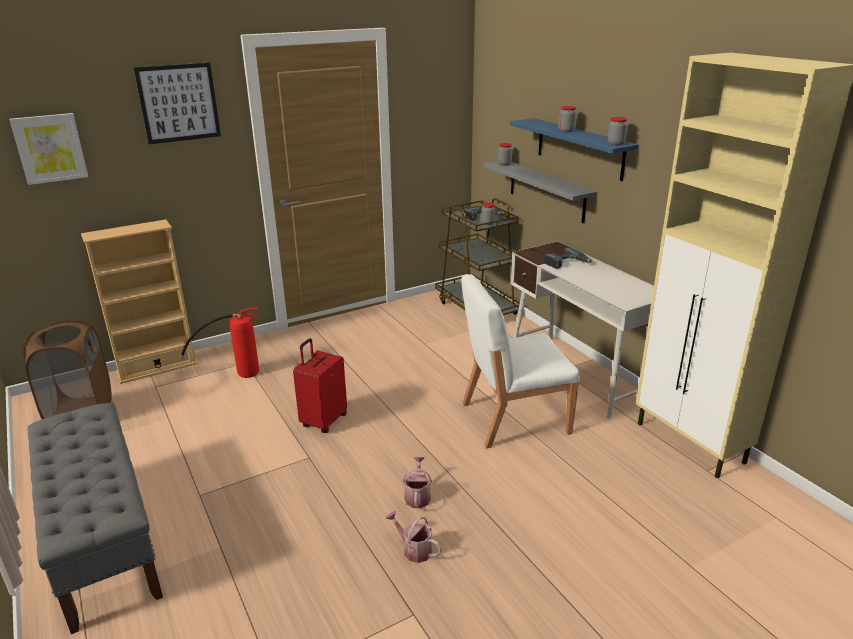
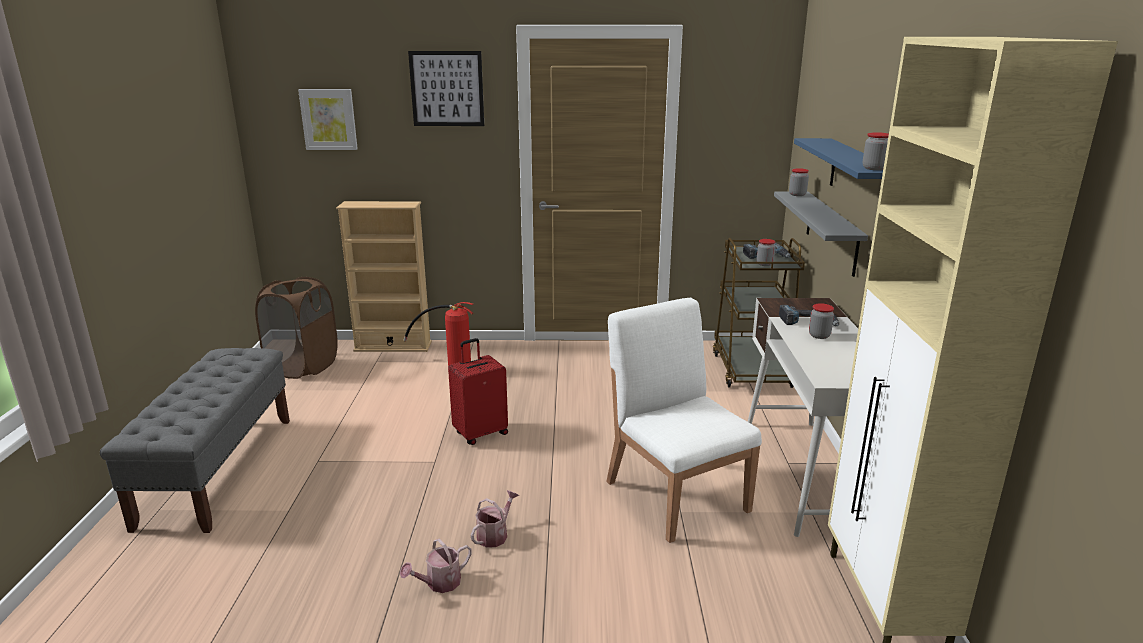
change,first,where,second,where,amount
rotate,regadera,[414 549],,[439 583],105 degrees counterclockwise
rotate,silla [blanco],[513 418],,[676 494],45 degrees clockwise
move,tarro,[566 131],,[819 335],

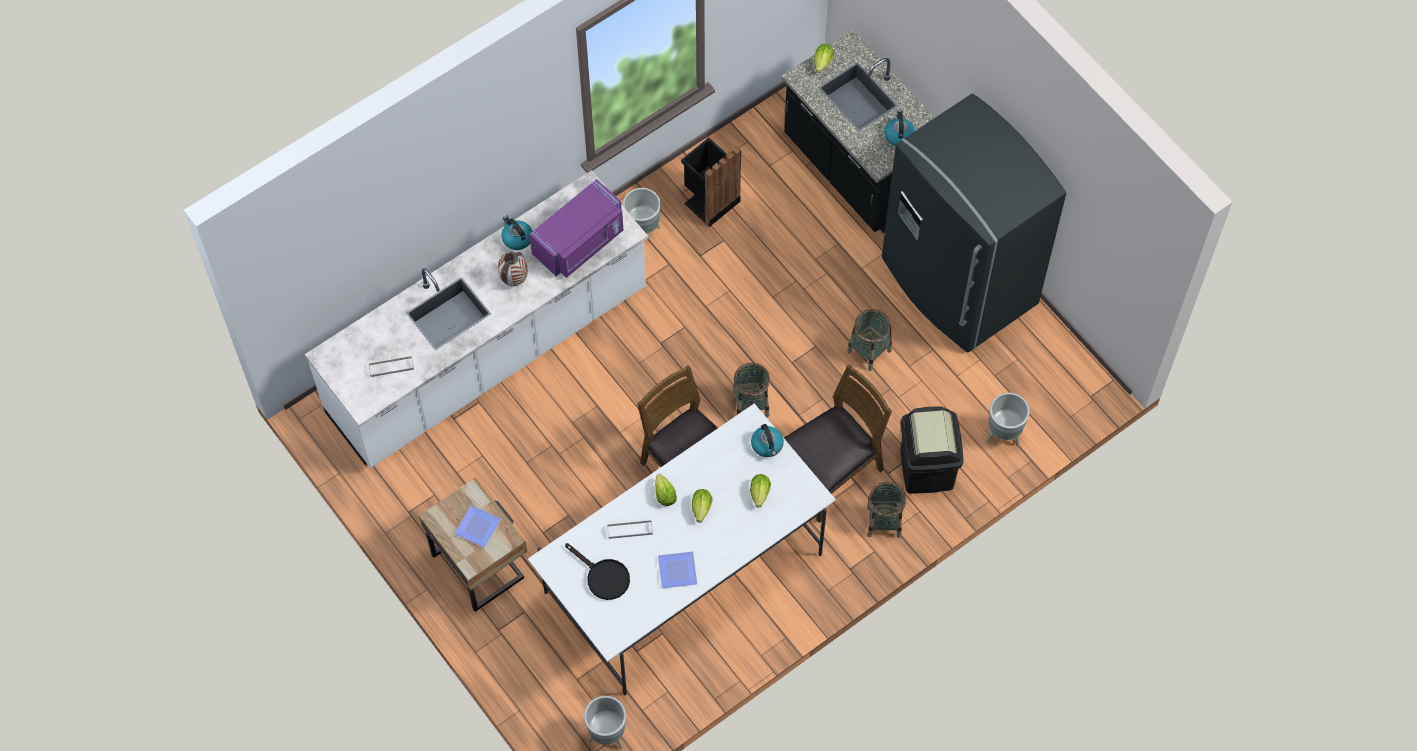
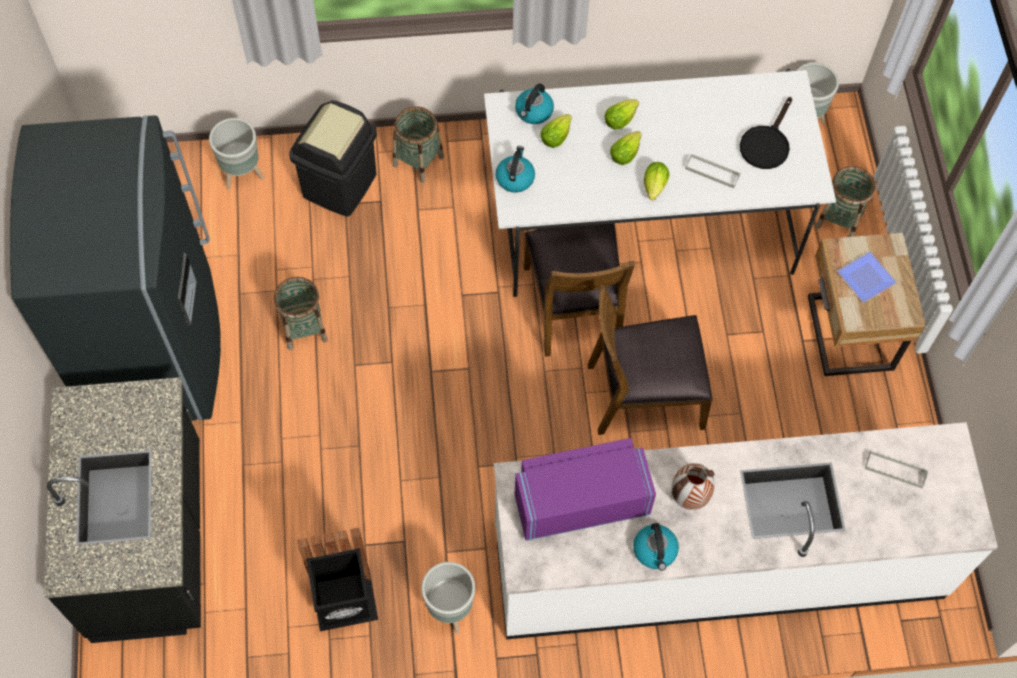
change,first,where,second,where,amount
rotate,sartén [negro],[603 577],,[766 143],135 degrees counterclockwise
delete,plato,[676 569],,,
move,cesta,[750 404],,[839 219],
move,silla [marrón],[830 471],,[644 394],
move,lechuga,[822 64],,[621 119],
move,hervidor,[899 135],,[533 112],

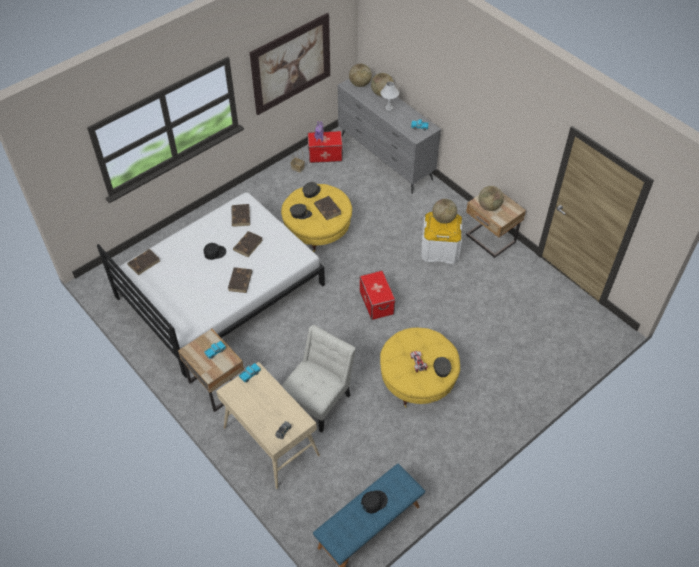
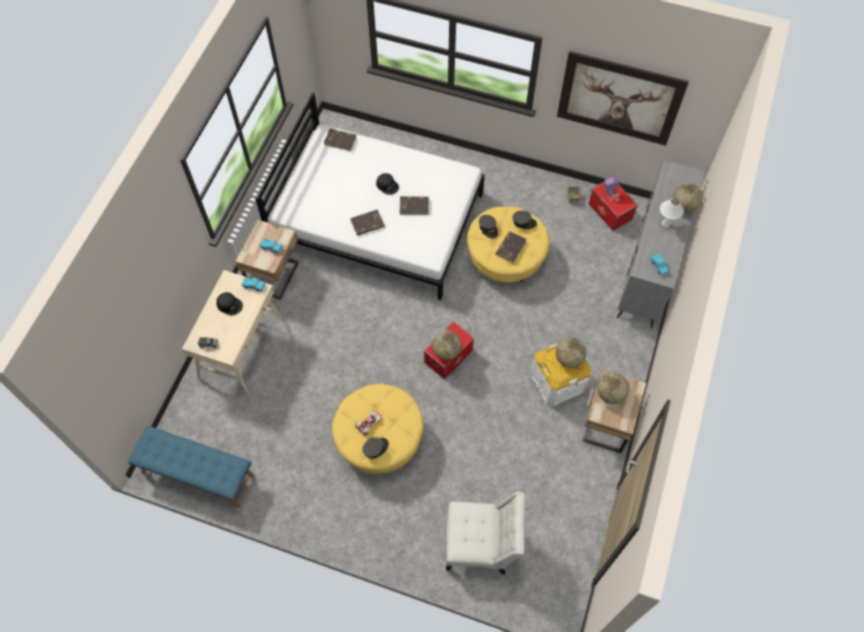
change,first,where,second,where,amount
delete,libro [marrón],[240 216],,,
move,silla [blanco],[319 399],,[481 544],
move,globo terráqueo,[360 84],,[446 351],
move,gorra [negro],[373 501],,[230 304],

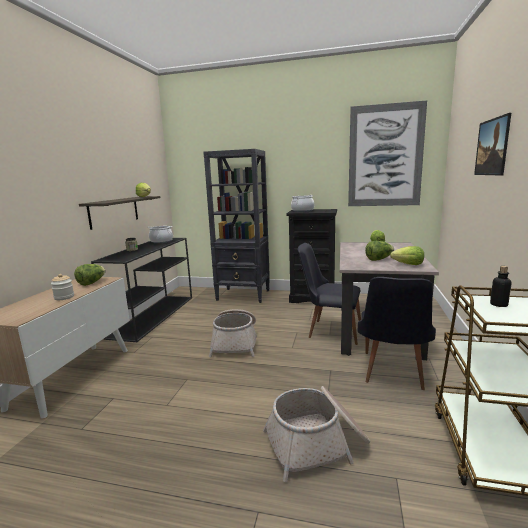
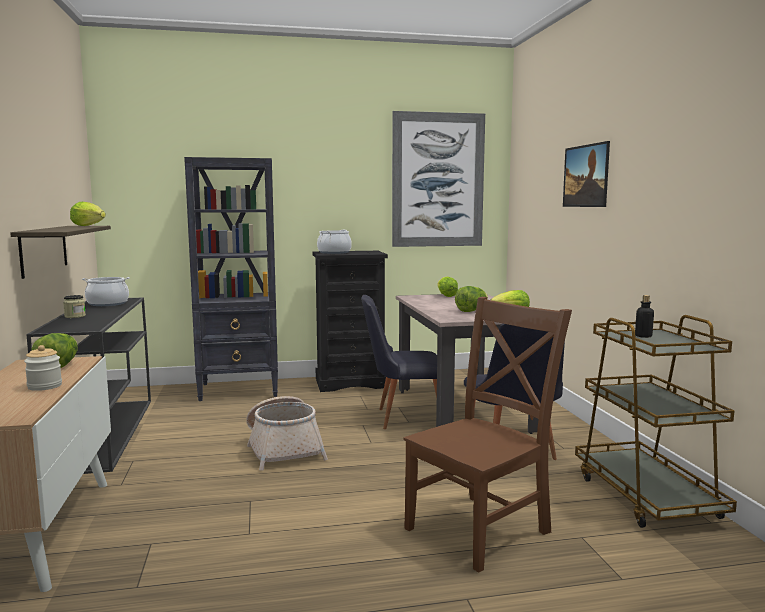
change,first,where,second,where,amount
replace,cesta,[317 443],silla [marrón],[482 528],

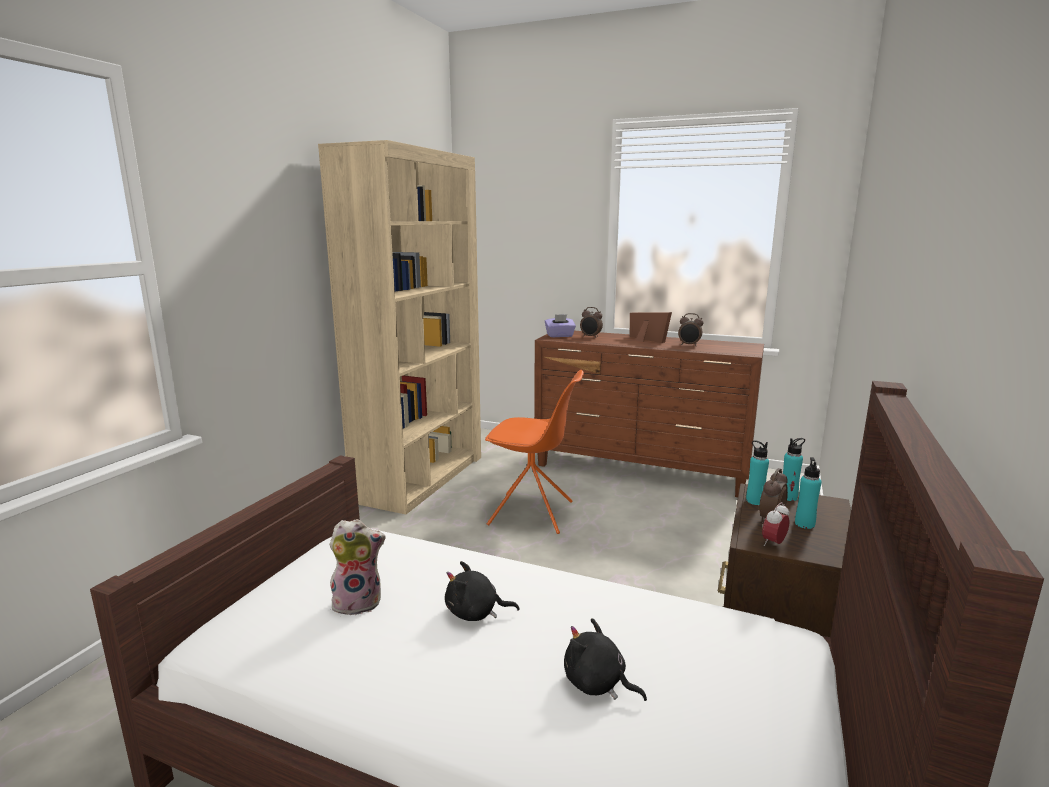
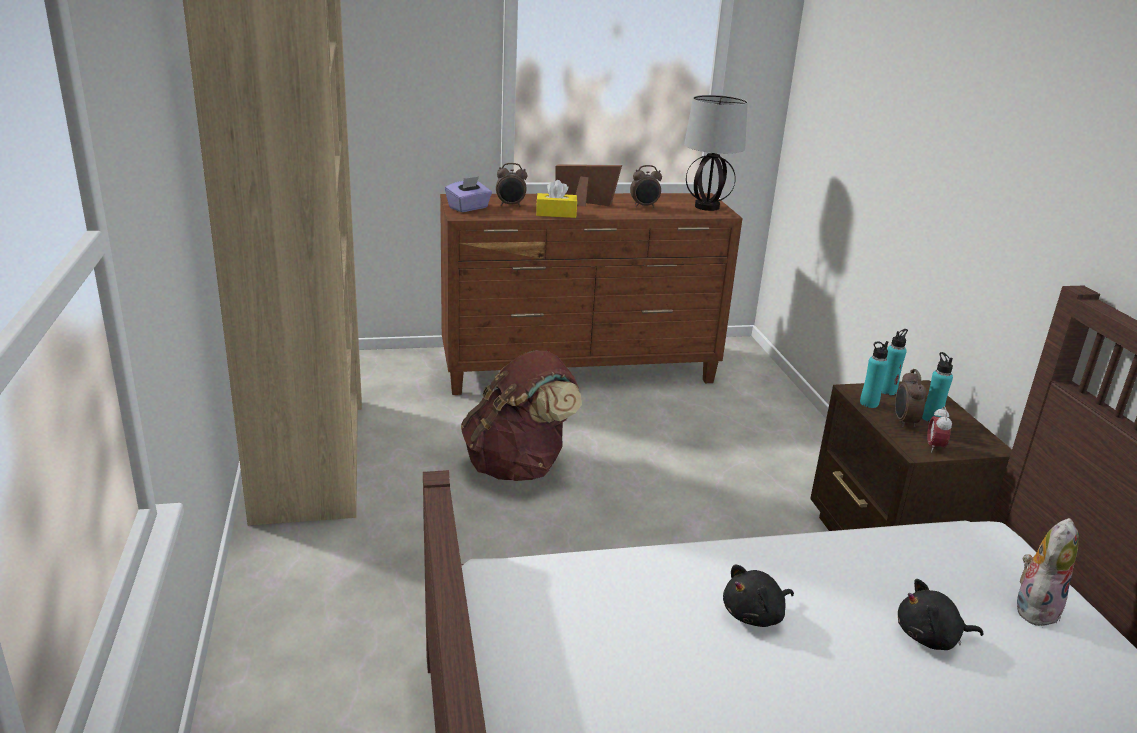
change,first,where,second,where,amount
move,peluche,[359 602],,[1034 607],
replace,silla [naranja],[533 513],mochila [marrón],[519 466],
insert,,,caja de pañuelos [amarillo],[556 213],
insert,,,lámpara de mesa,[707 207],

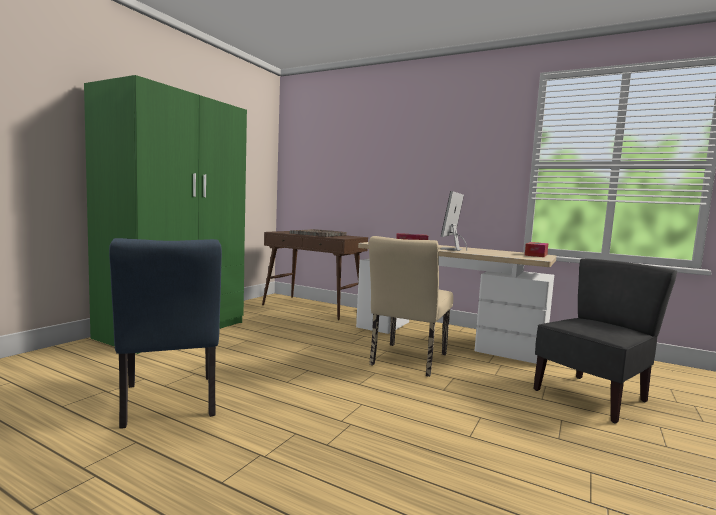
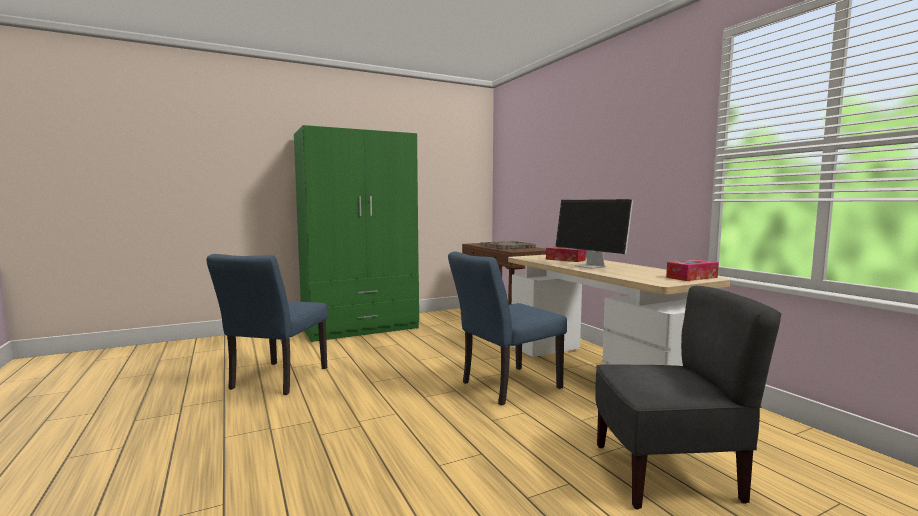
change,first,where,second,where,amount
recolor,silla [beis],[406 361],silla [azul],[504 386],
rotate,monitor,[451 249],,[591 266],90 degrees counterclockwise

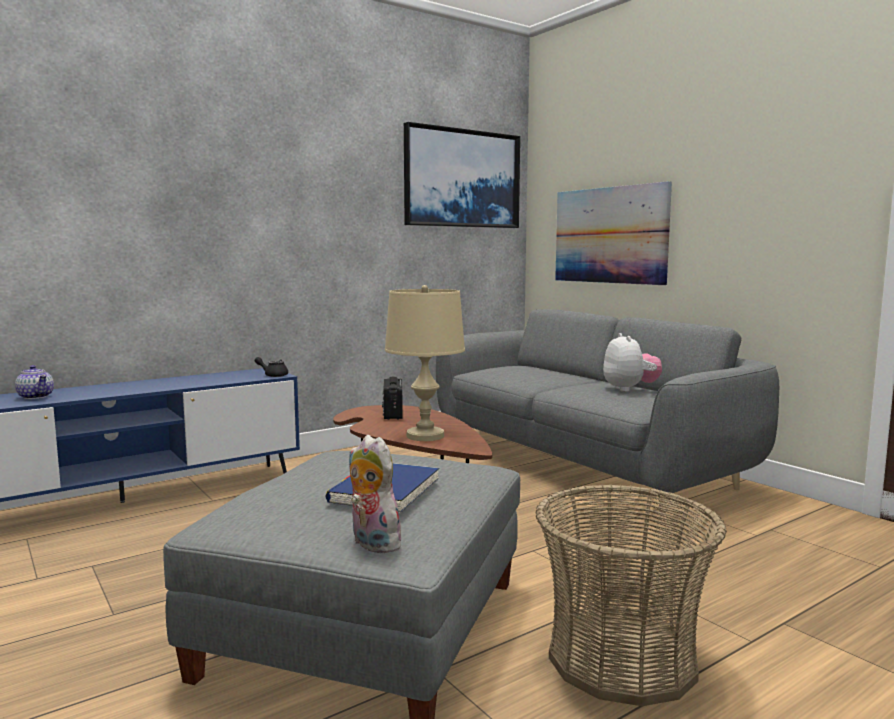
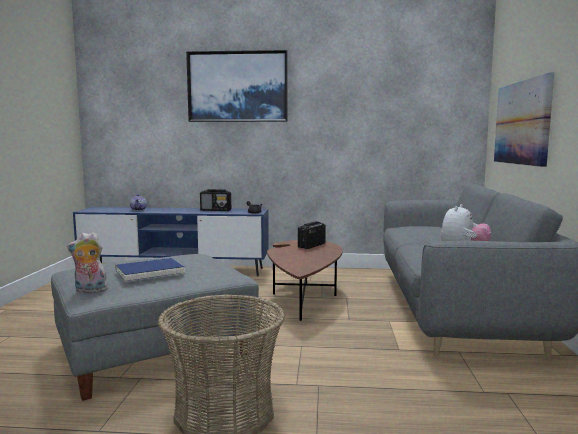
change,first,where,second,where,amount
rotate,peluche,[371 544],,[89 291],90 degrees counterclockwise
delete,lámpara de mesa [beis],[425 436],,,
move,cuadro,[462 179],,[238 87],
insert,,,radio,[216 210],

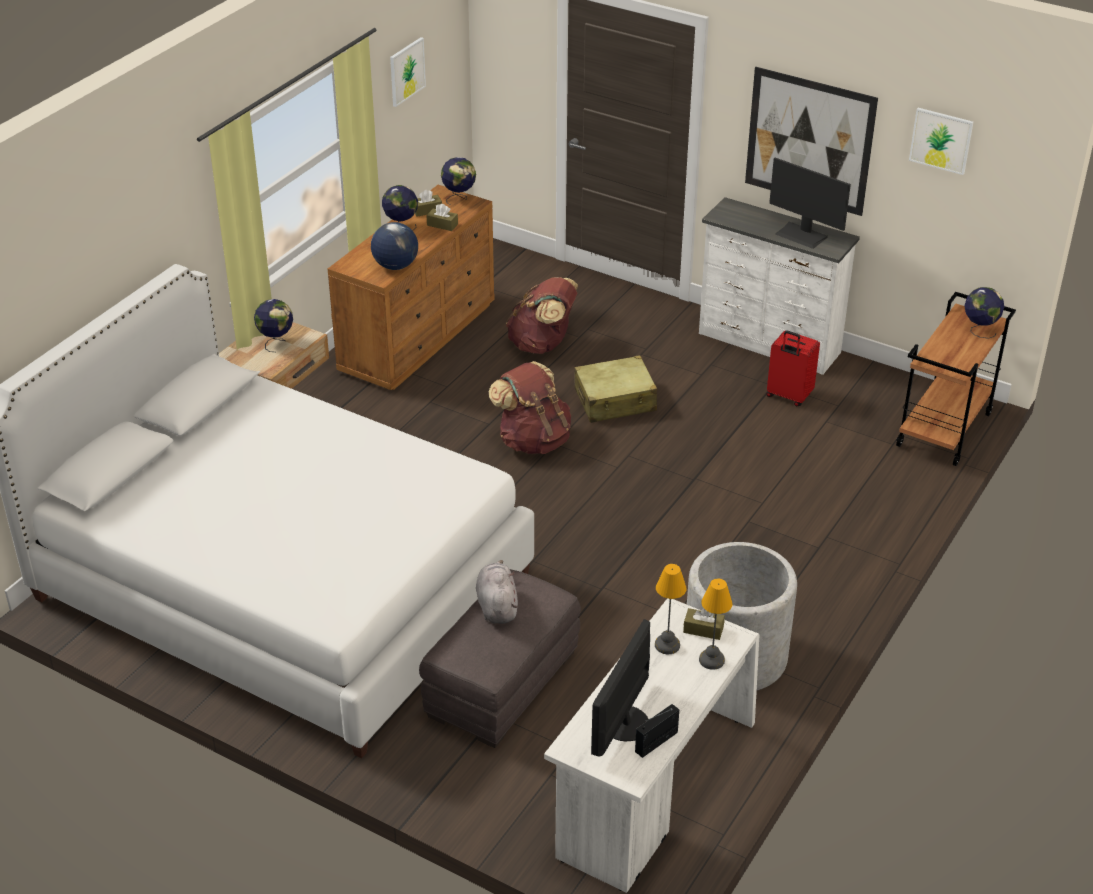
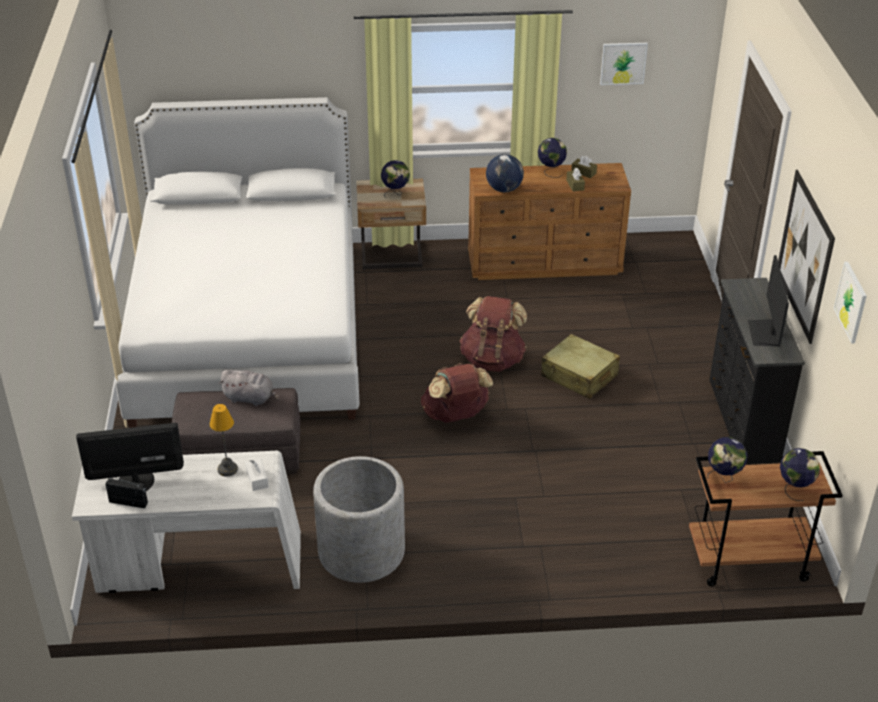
change,first,where,second,where,amount
move,globo terráqueo,[459 198],,[723 477],
rotate,peluche [gris],[497 606],,[250 398],60 degrees clockwise
move,mochila [marrón],[542 344],,[455 416],
recolor,caja de pañuelos [marrón],[703 629],caja de pañuelos [blanco],[257 479],
recolor,cómoda [blanco],[769 344],cómoda [negro],[742 420],
delete,lámpara de mesa,[711 660],,,
delete,maleta [rojo],[788 396],,,

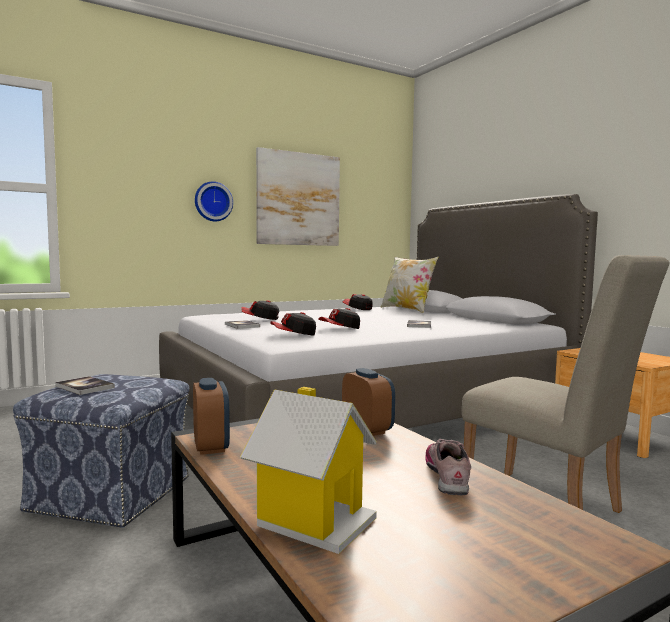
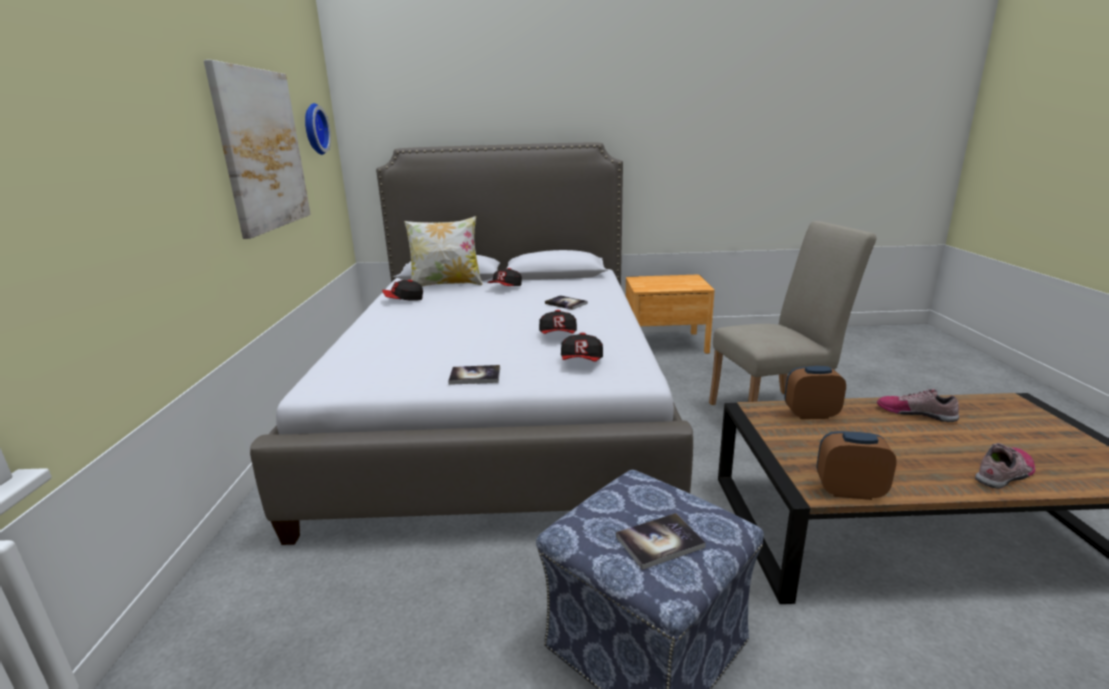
change,first,where,second,where,amount
move,reloj de pared,[213 201],,[313 129],
replace,casita,[313 519],zapato,[1004 474],
move,gorra,[260 319],,[506 288],

